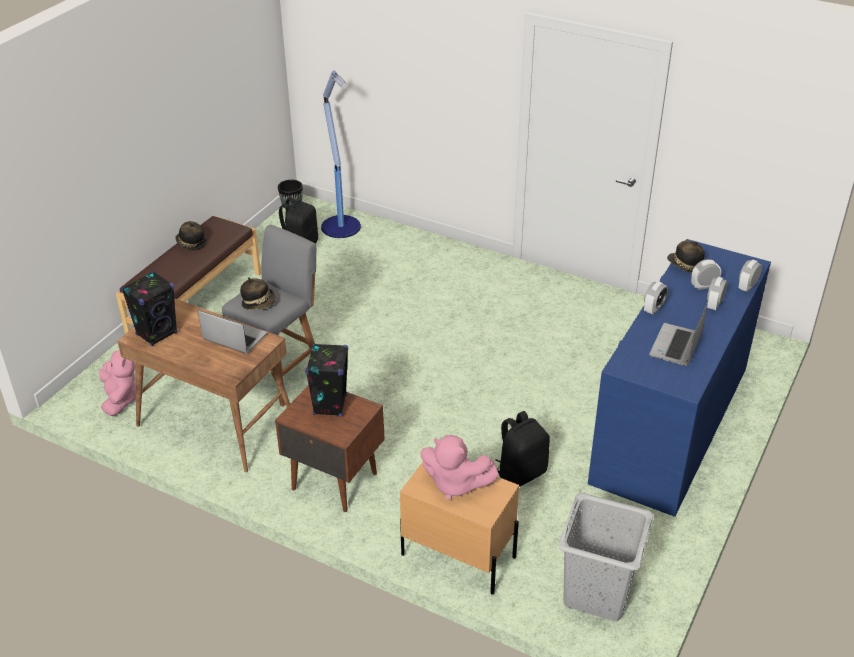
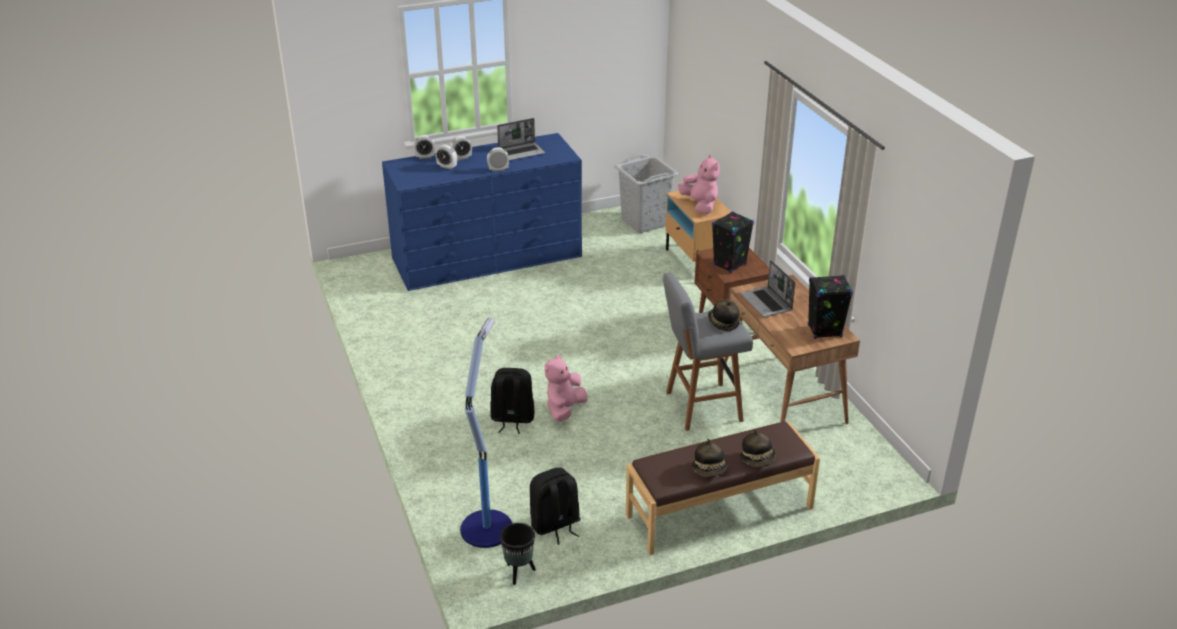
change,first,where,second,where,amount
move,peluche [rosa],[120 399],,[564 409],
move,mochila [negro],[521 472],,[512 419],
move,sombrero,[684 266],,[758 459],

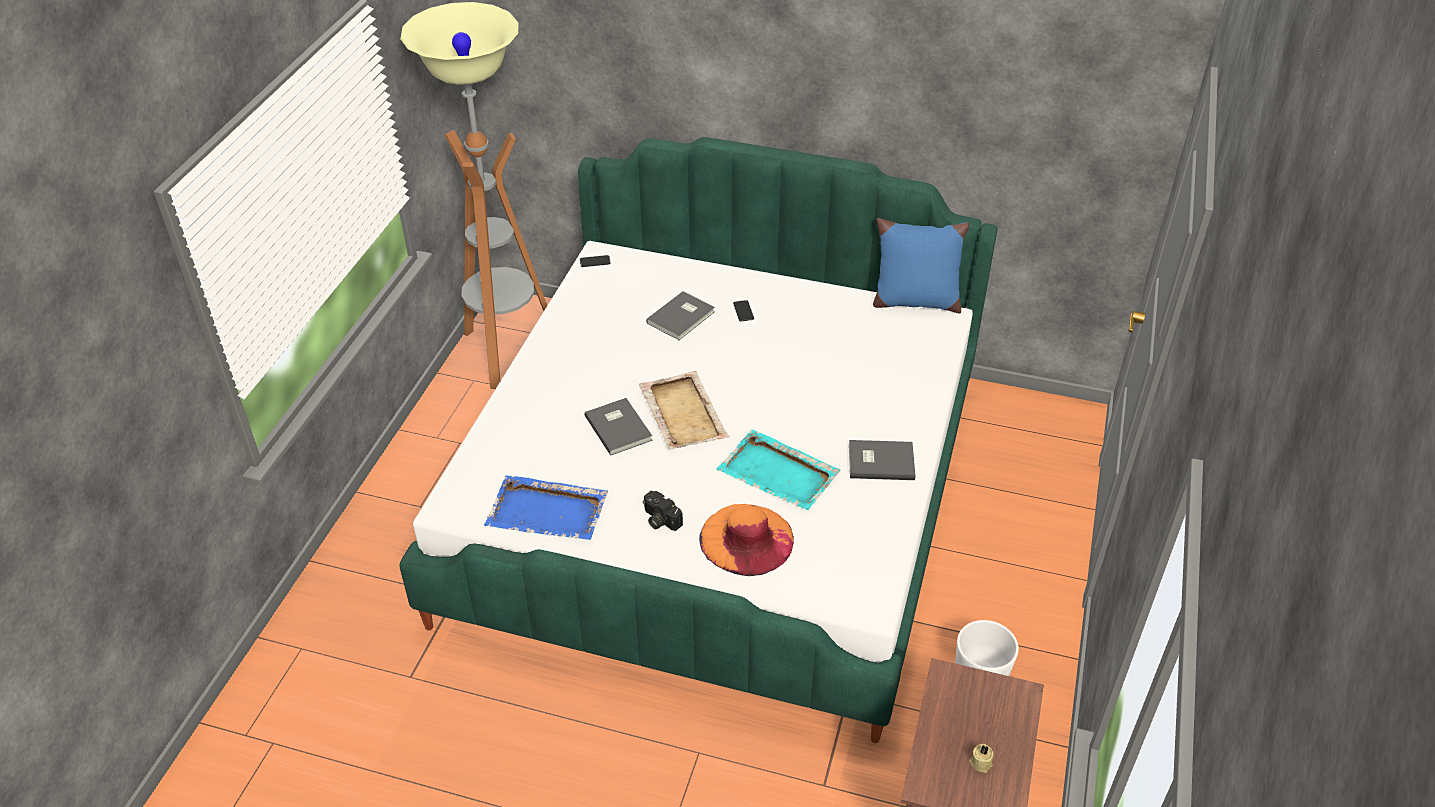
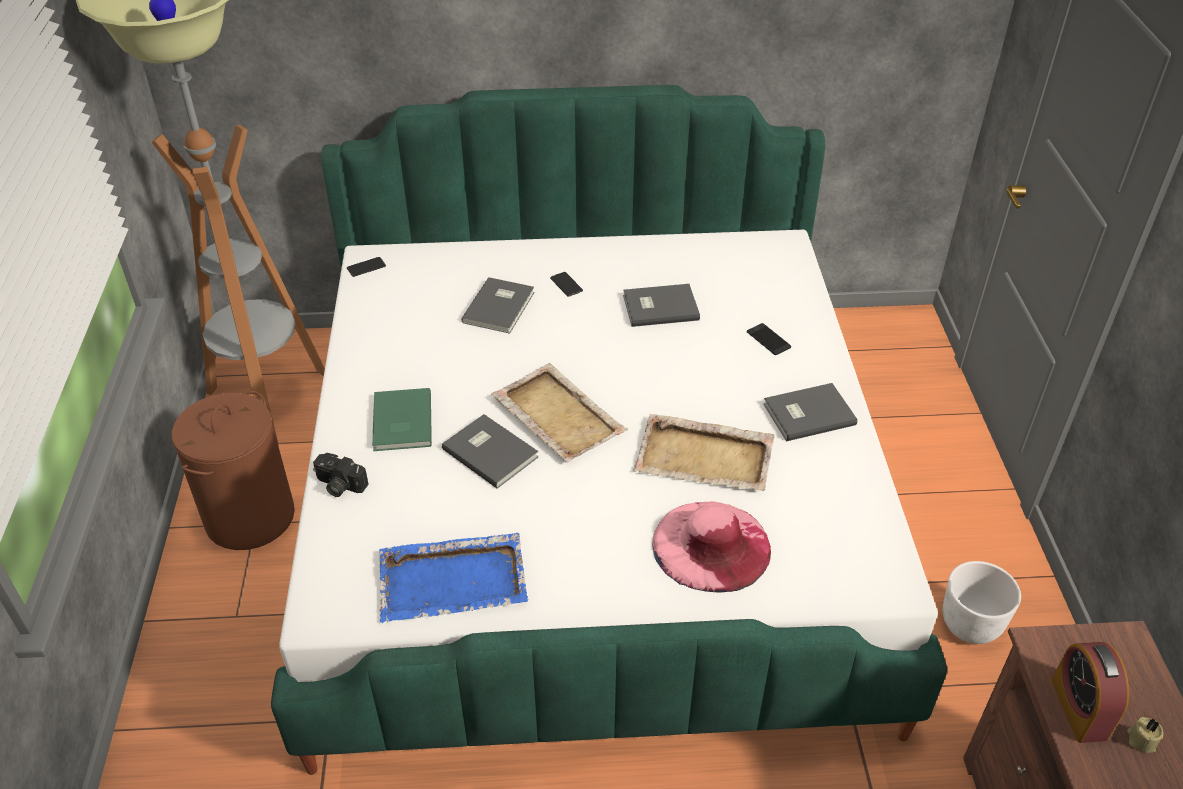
change,first,where,second,where,amount
move,cámara,[659 519],,[339 485],
recolor,sombrero [naranja],[746 539],sombrero [rosa],[711 545],
recolor,bandeja [turquesa],[779 473],bandeja [beis],[705 457],
delete,cojín [azul],[914 301],,,
insert,,,cesto de la ropa [marrón],[249 517],
insert,,,libro [verde],[400 422],
insert,,,libro [gris],[659 306],
insert,,,móvil,[768 339],
insert,,,despertador,[1079 709],

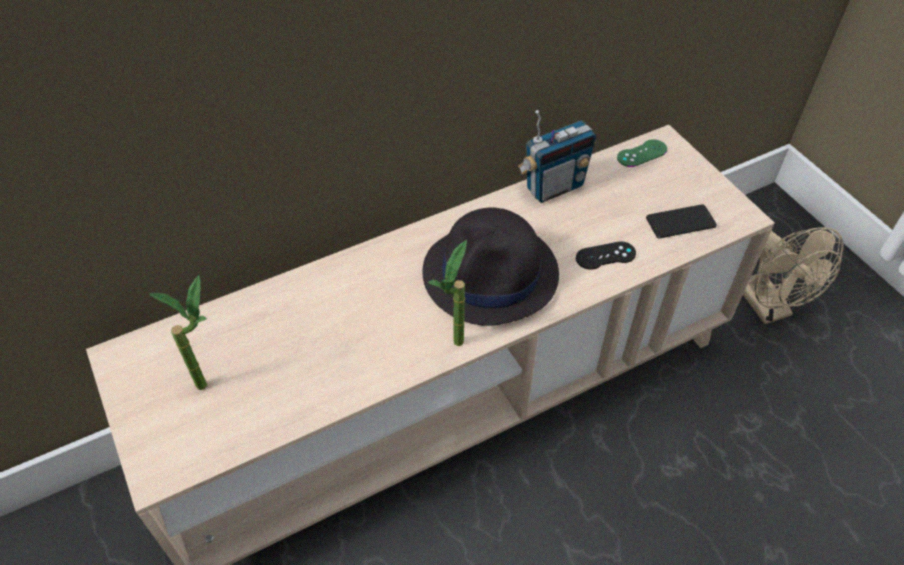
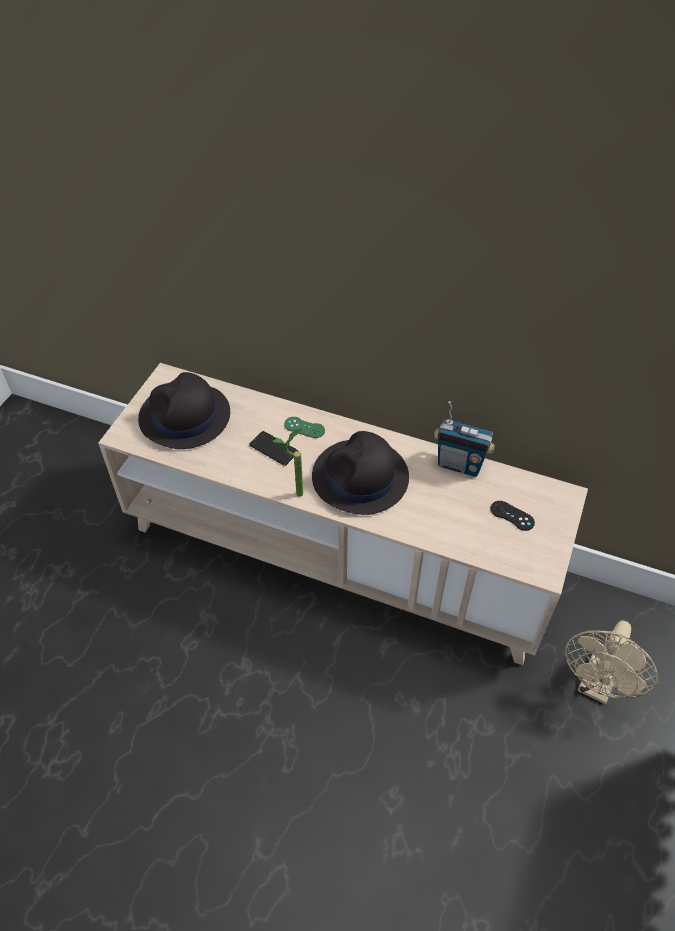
change,first,where,second,where,amount
replace,planta en maceta,[212 380],sombrero [negro],[184 417],
move,mando de consola [negro],[605 256],,[512 515],
move,mando de consola [verde],[642 153],,[304 427],
move,móvil,[680 222],,[273 448],

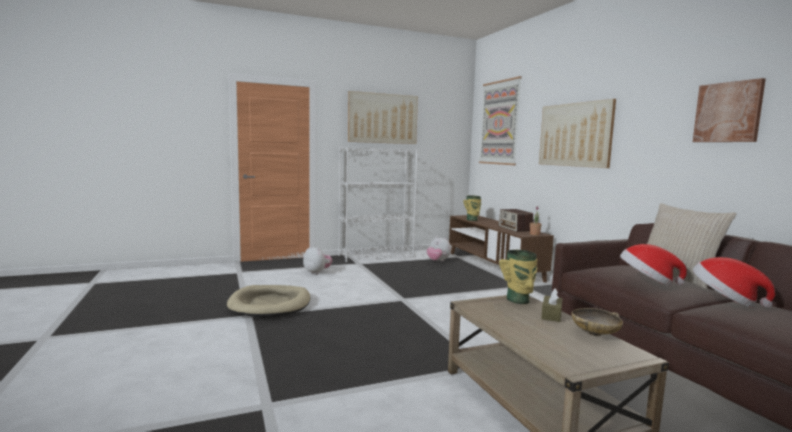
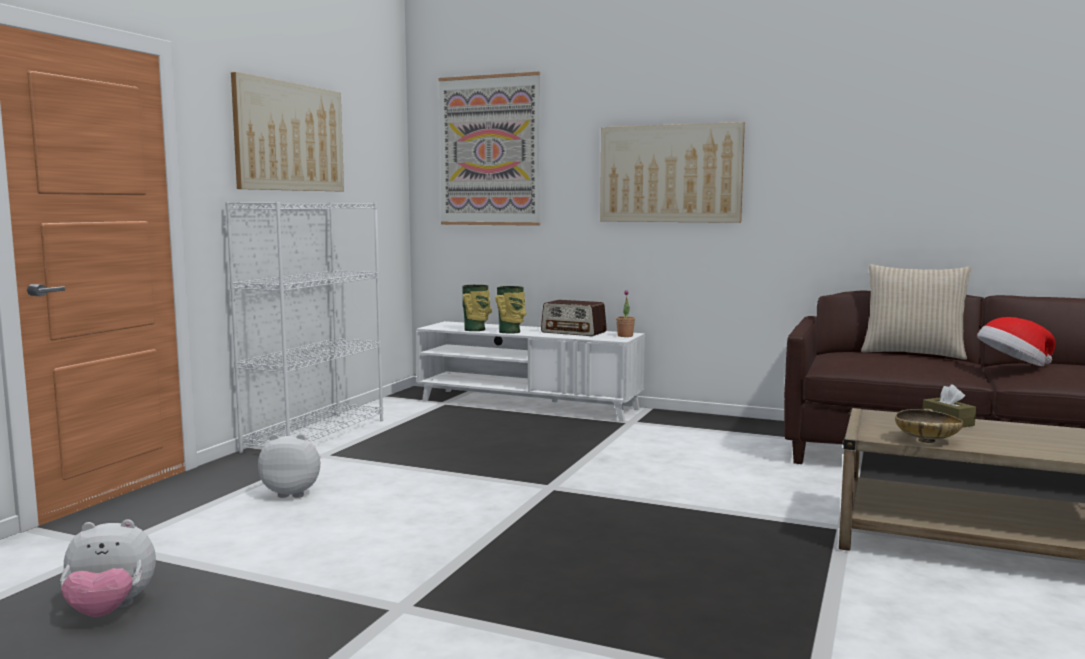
change,first,where,second,where,amount
delete,cama para perro [beis],[270 304],,,
move,peluche,[438 261],,[110 611],
recolor,mueble de televisión [marrón],[493 266],mueble de televisión [blanco],[528 405],
move,florero,[519 300],,[511 332],
move,cuenco [beis],[595 334],,[927 441],
delete,sombrero,[647 282],,,
delete,cuadro,[728 112],,,

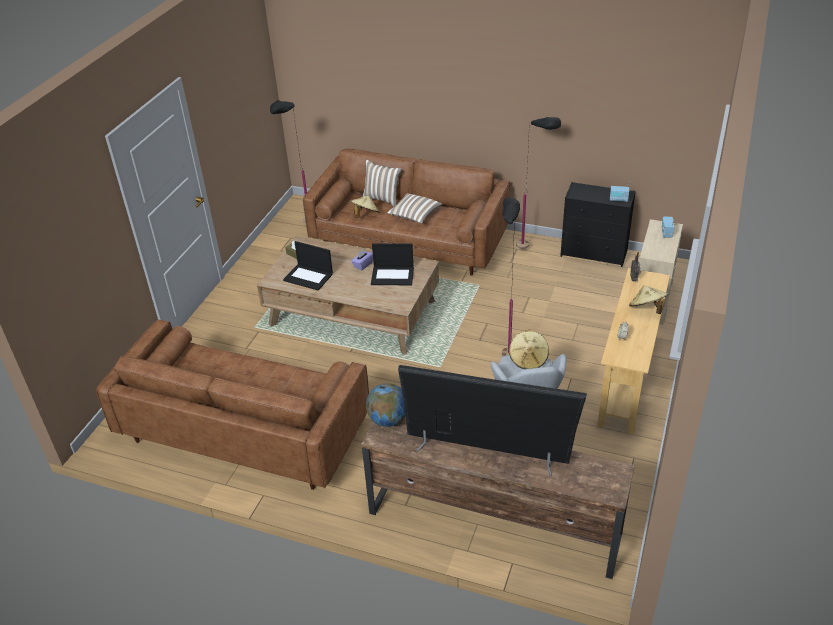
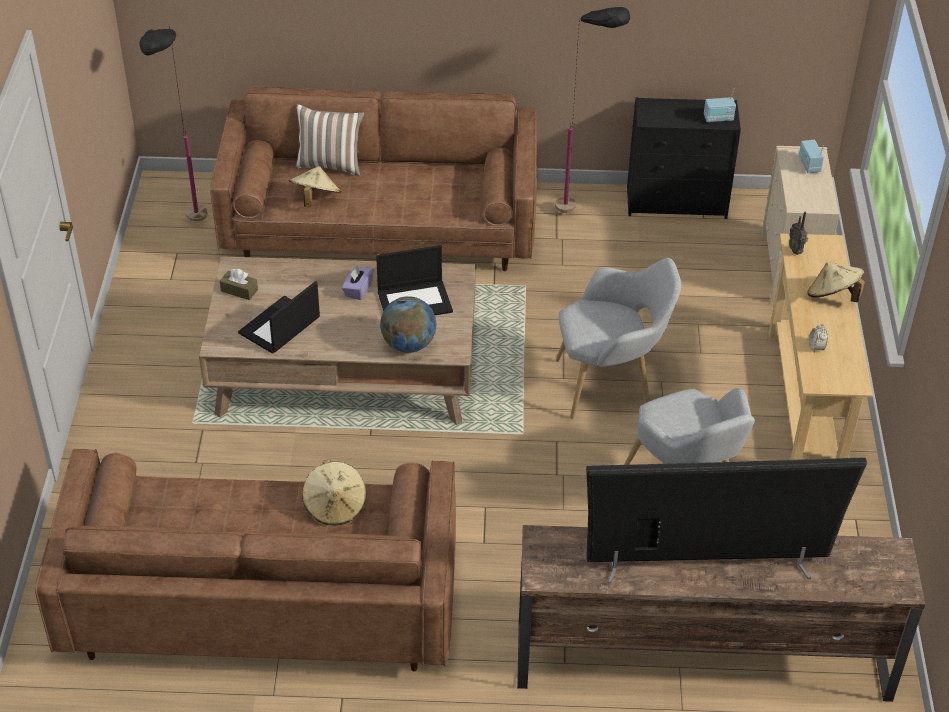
change,first,where,second,where,amount
rotate,portátil,[309 277],,[279 326],120 degrees clockwise
move,globo terráqueo,[388 420],,[408 344],
delete,cojín,[414 215],,,
replace,lámpara de pie [negro],[507 349],sillón [gris],[610 385],
move,sombrero [beis],[528 359],,[335 506],

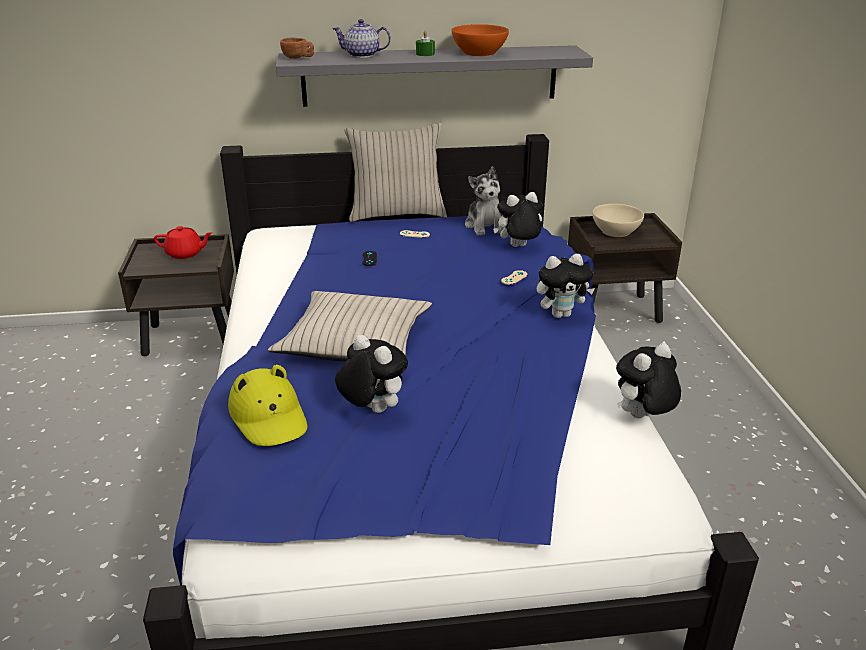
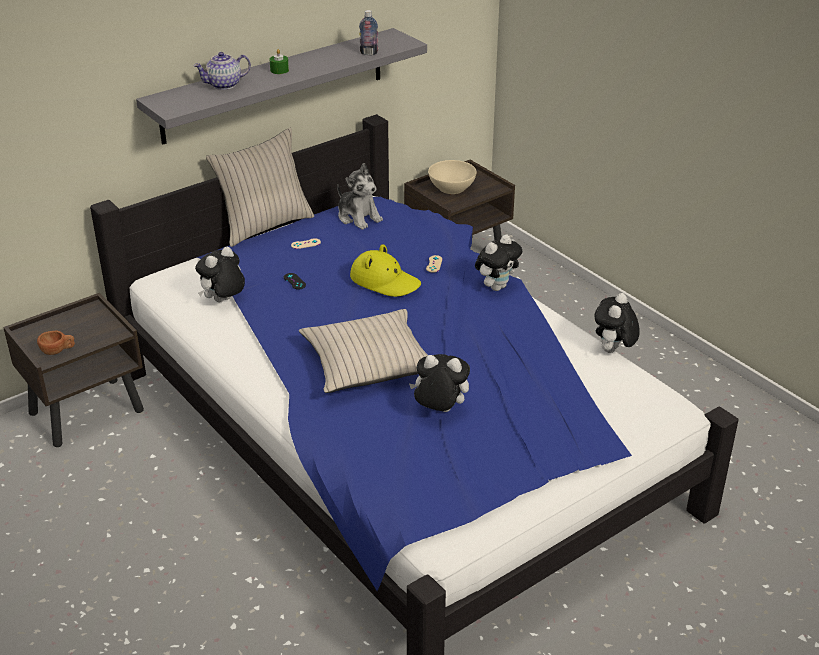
change,first,where,second,where,amount
delete,tetera [rojo],[185 253],,,
move,sombrero [amarillo],[269 417],,[385 281],
move,taza [marrón],[298 58],,[58 351],
delete,cuenco [naranja],[479 52],,,
move,peluche,[518 247],,[223 301],
insert,,,botella,[369 53],

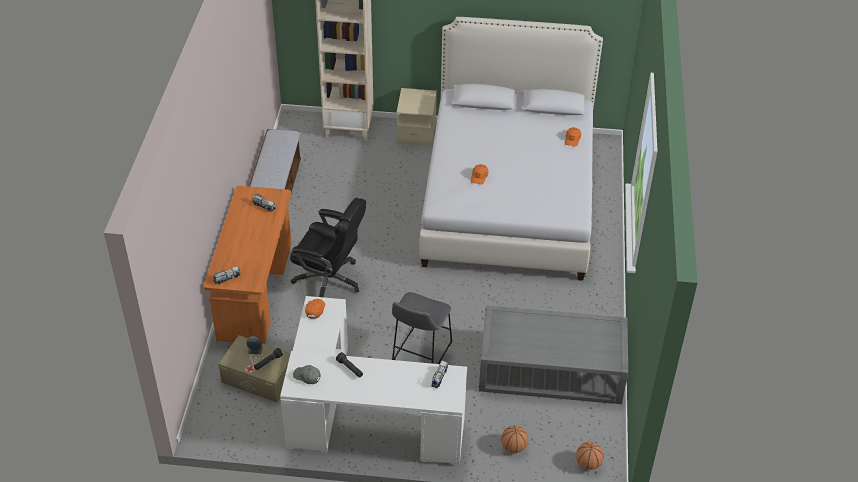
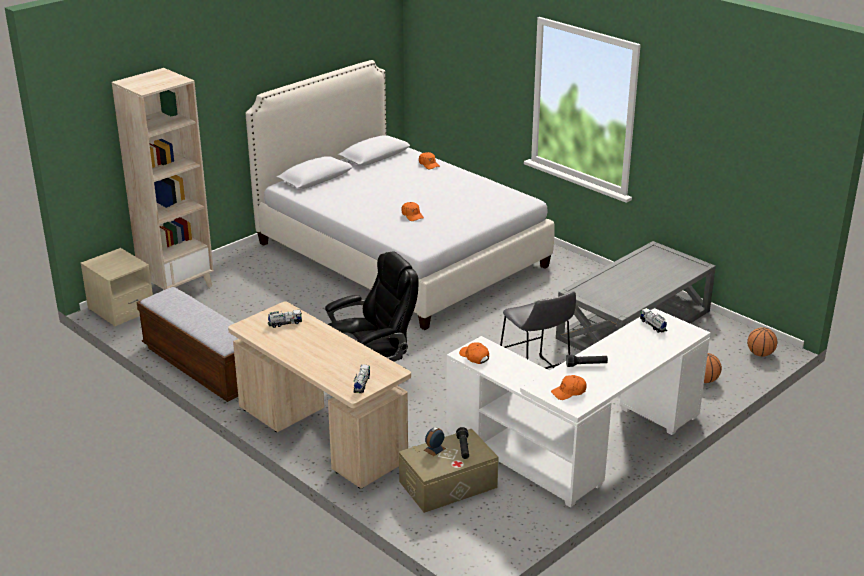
change,first,where,second,where,amount
recolor,escritorio [naranja],[255 291],escritorio [beis],[321 435],
recolor,gorra [gris],[307 376],gorra [naranja],[569 392],
move,mesita de noche [beis],[416 133],,[121 309],

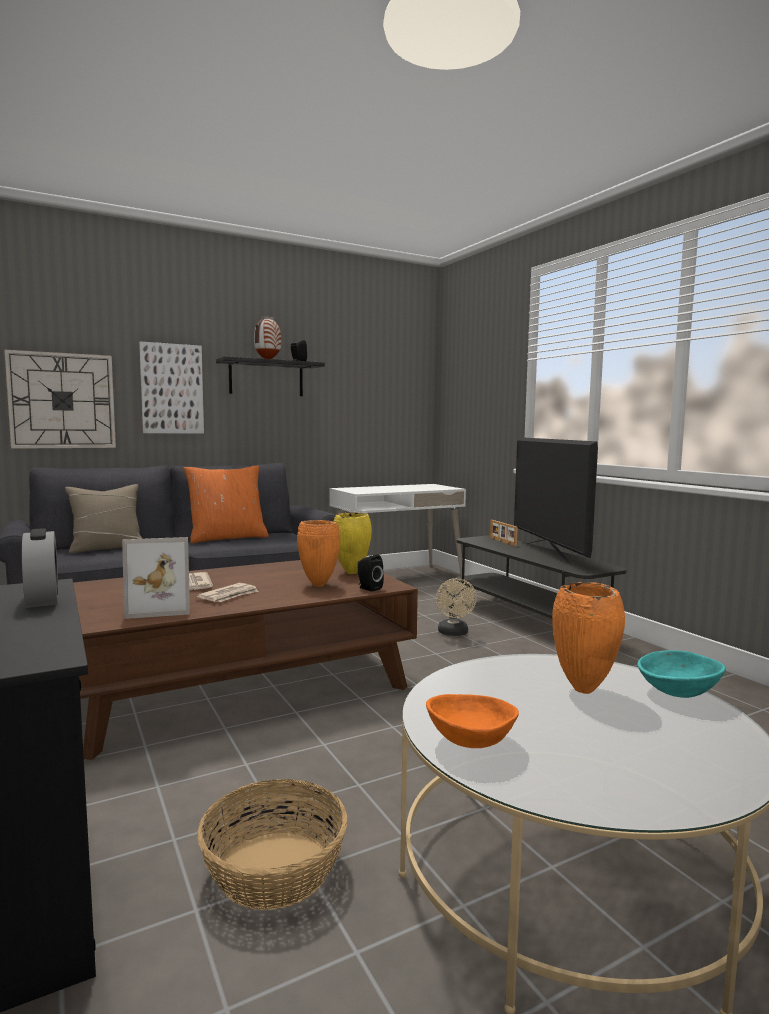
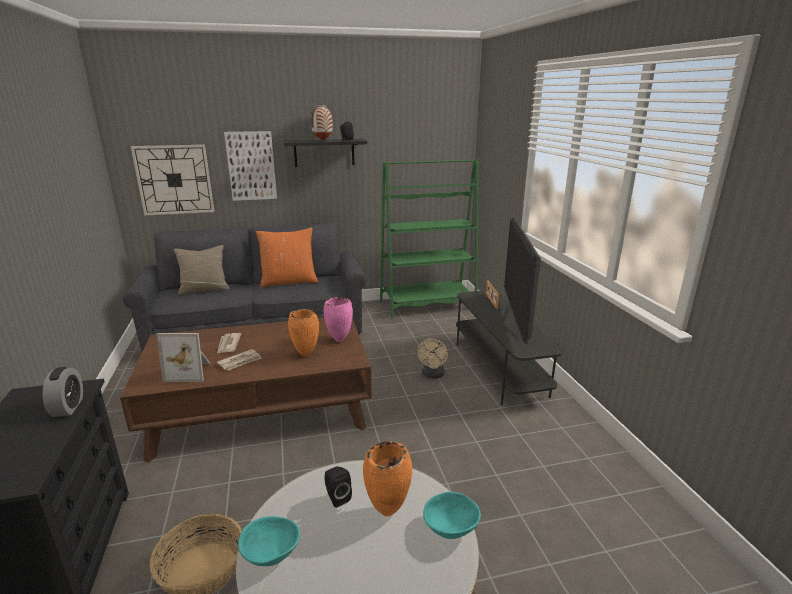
change,first,where,second,where,amount
replace,escritorio [blanco],[396 577],estantería [verde],[427 305],
recolor,florero [amarillo],[351 573],florero [rosa],[339 340],
move,altavoz [negro],[368 588],,[337 497],
recolor,cuenco [naranja],[470 743],cuenco [turquesa],[271 554],

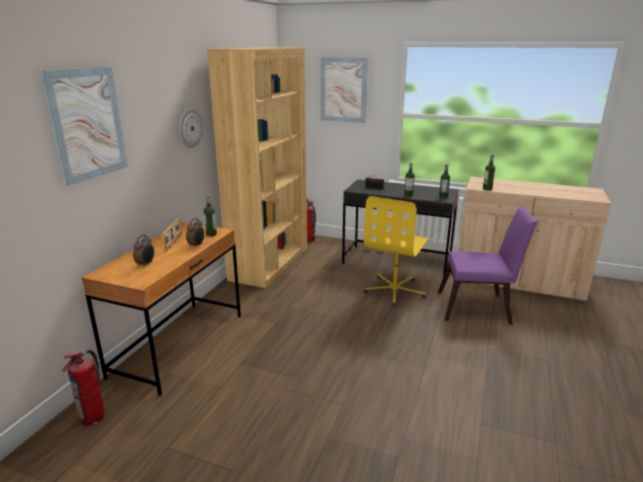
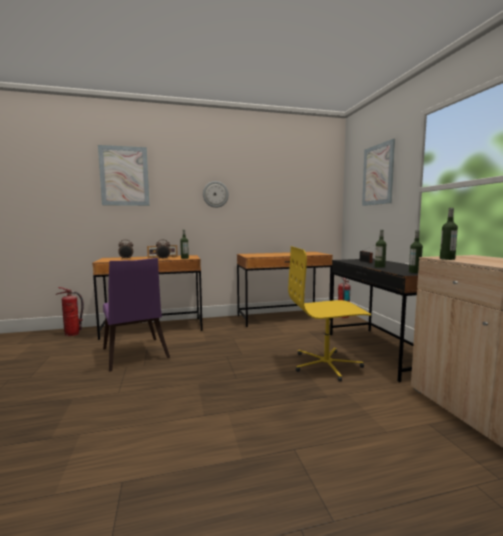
change,first,where,second,where,amount
replace,estantería [marrón],[270 263],escritorio [marrón],[283 317],
move,silla [morado],[478 308],,[134 355],

